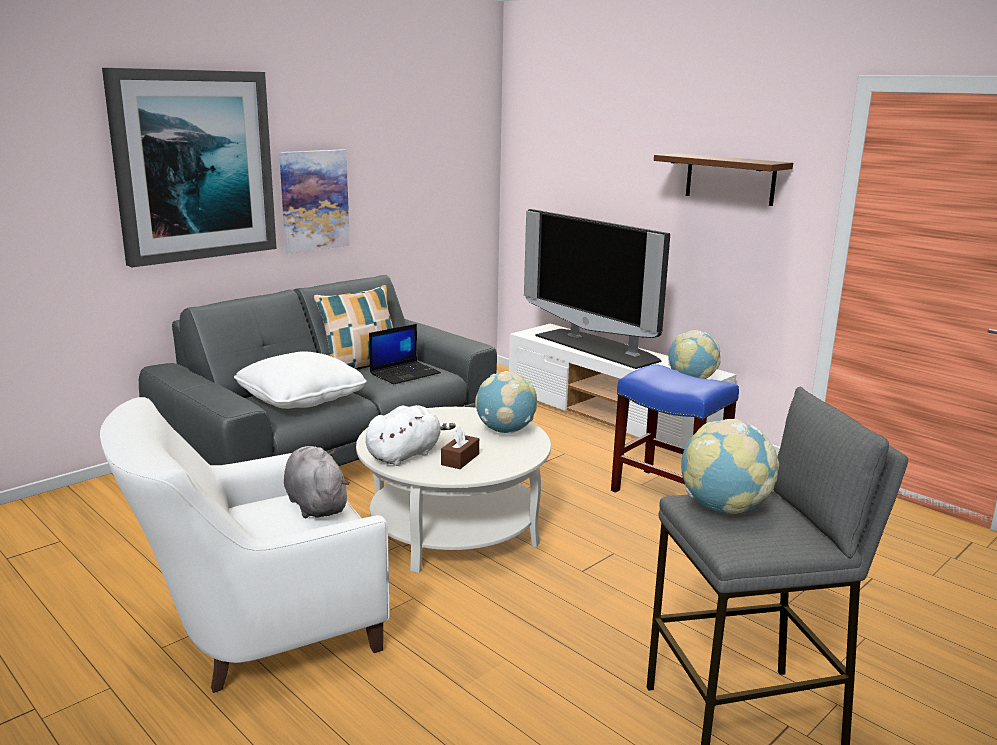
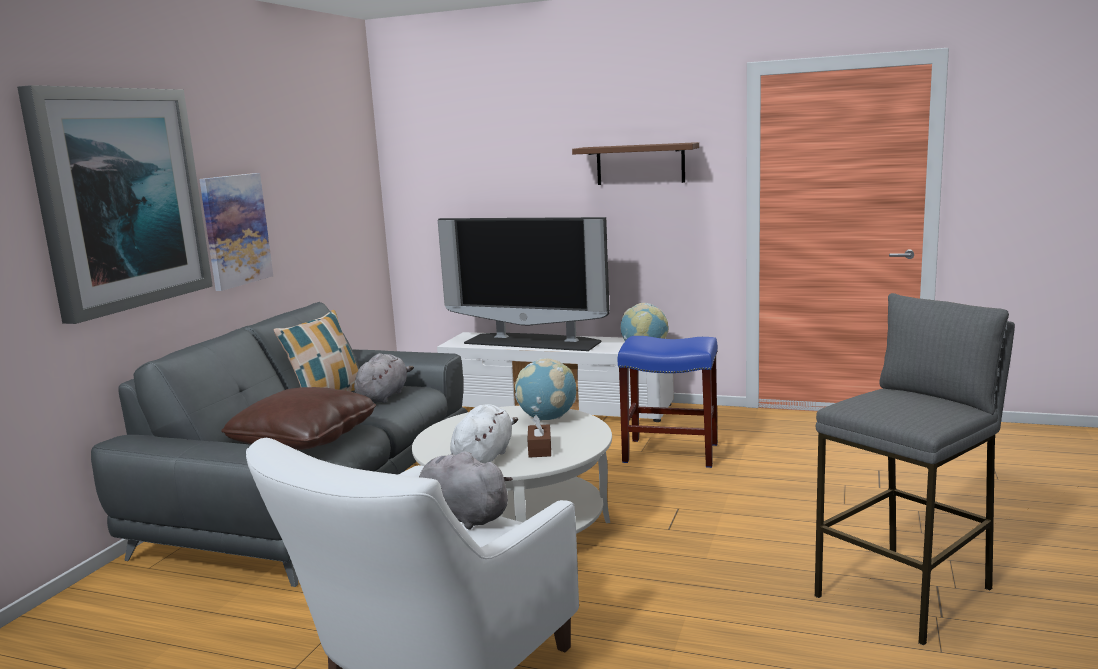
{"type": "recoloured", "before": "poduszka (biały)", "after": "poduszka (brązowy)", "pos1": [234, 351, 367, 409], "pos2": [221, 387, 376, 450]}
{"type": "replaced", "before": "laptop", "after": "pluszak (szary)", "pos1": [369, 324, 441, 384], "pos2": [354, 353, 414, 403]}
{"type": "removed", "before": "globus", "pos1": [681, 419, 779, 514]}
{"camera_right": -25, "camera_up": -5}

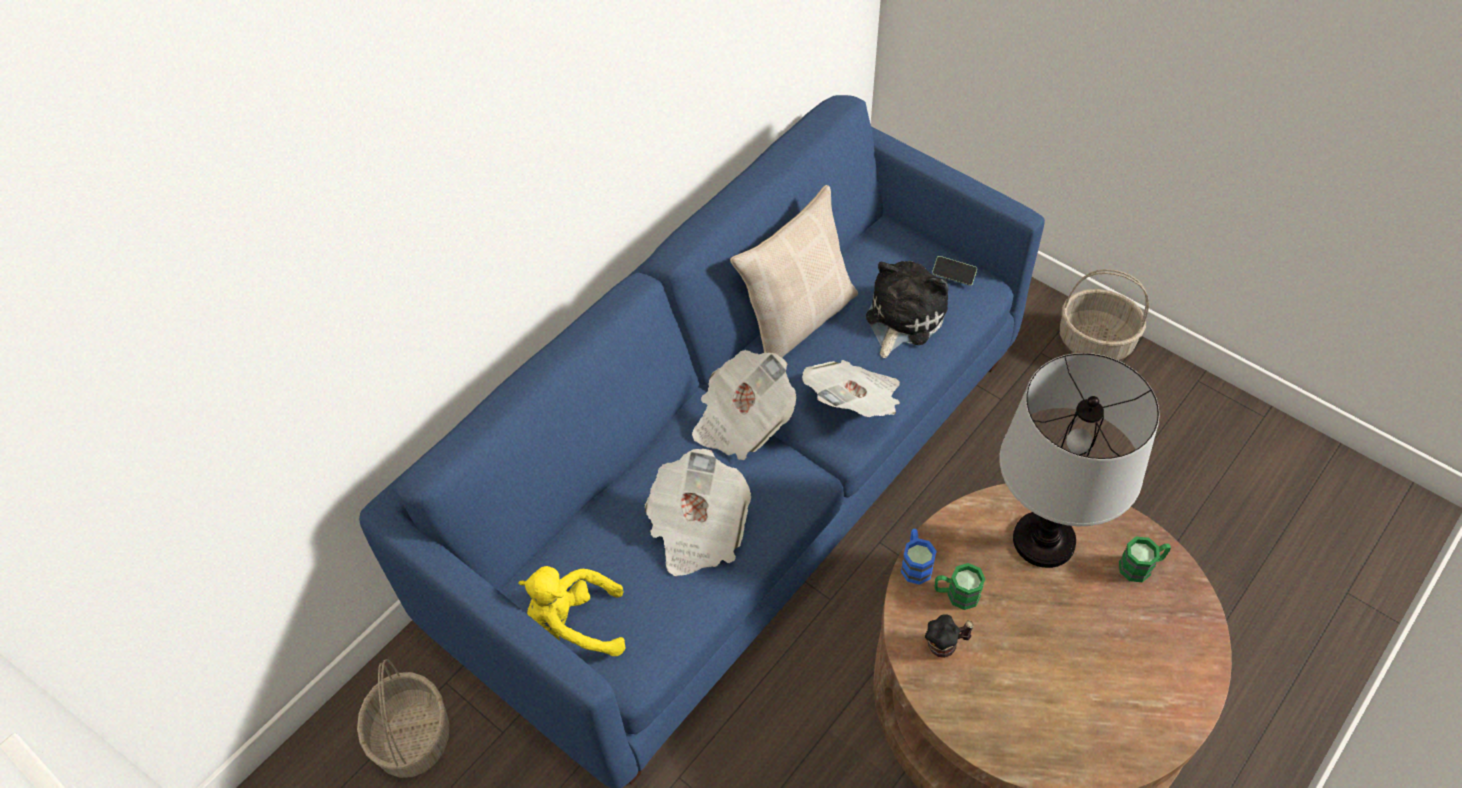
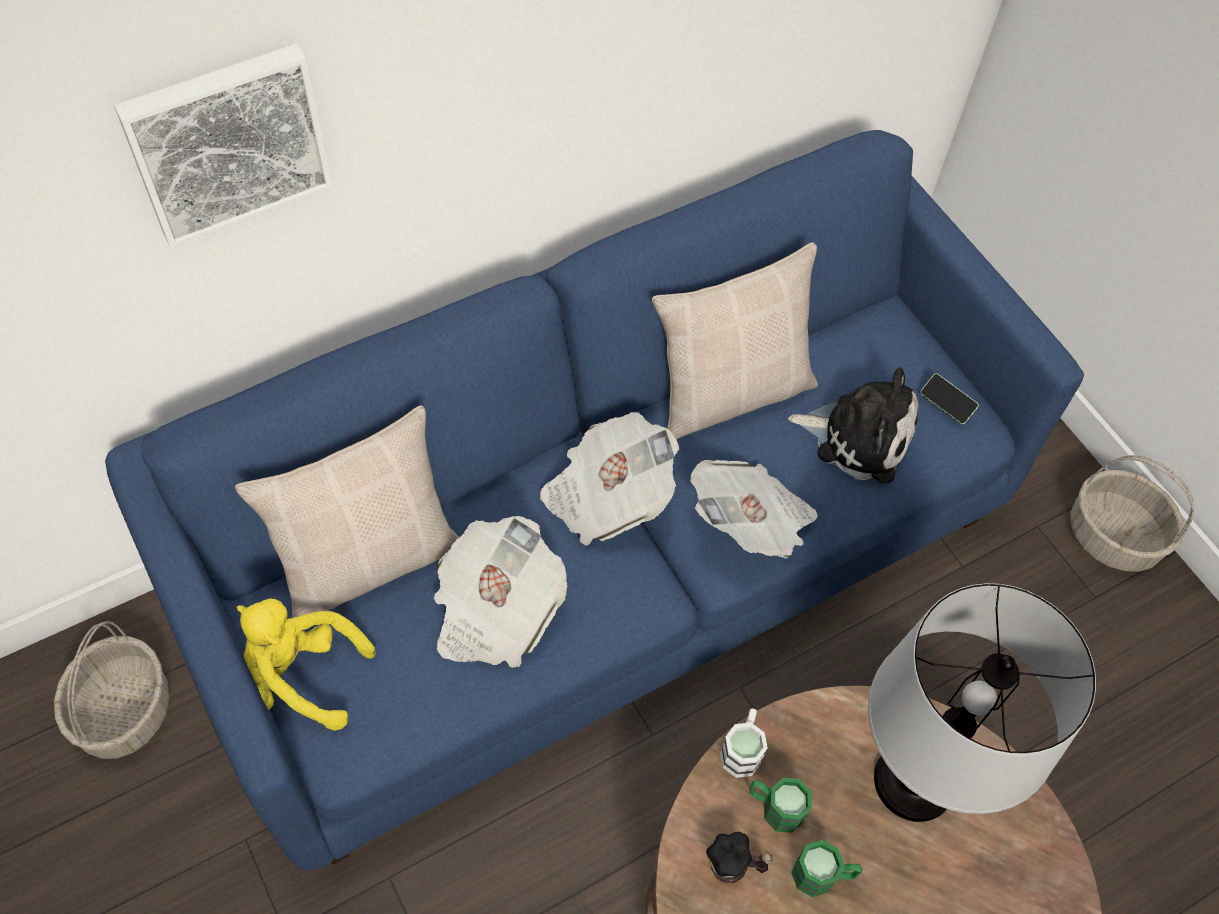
{"type": "added", "after": "obraz", "pos2": [114, 44, 333, 249]}
{"type": "added", "after": "poduszka (beżowy)", "pos2": [235, 405, 460, 618]}
{"type": "recoloured", "before": "kubek (niebieski)", "after": "kubek (biały)", "pos1": [901, 529, 937, 585], "pos2": [720, 708, 768, 778]}
{"type": "turned", "before": "pluszak", "pos1": [866, 261, 949, 358], "pos2": [788, 367, 918, 484], "turn": 60}
{"type": "moved", "before": "kubek (zielony)", "pos1": [1119, 537, 1171, 582], "pos2": [791, 840, 862, 897]}
{"camera_right": 15, "camera_up": 5}

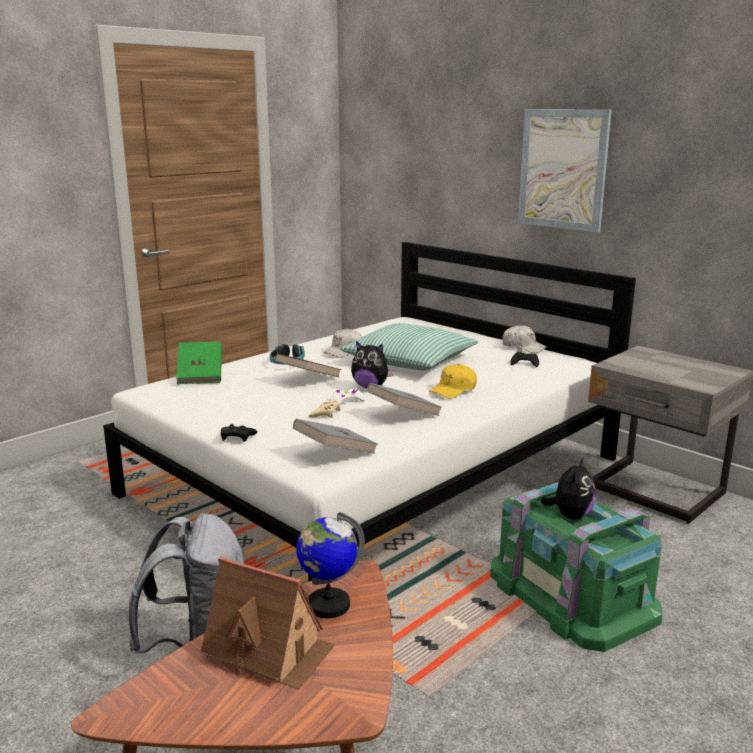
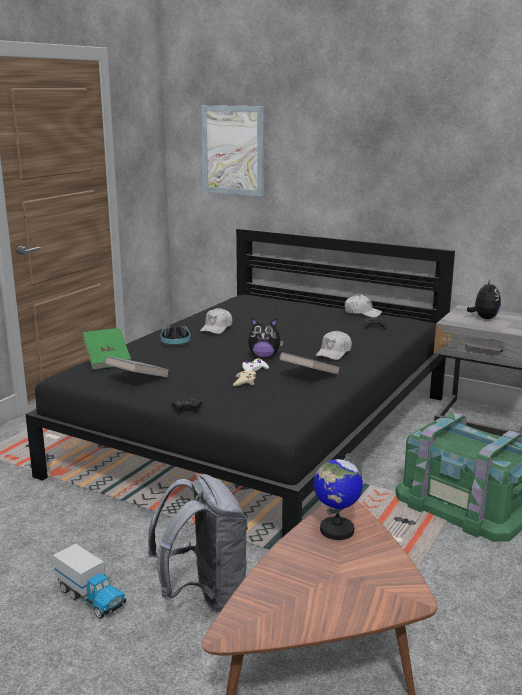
{"type": "recoloured", "before": "łóżko (biały)", "after": "łóżko (czarny)", "pos1": [103, 242, 636, 582], "pos2": [25, 228, 455, 538]}
{"type": "added", "after": "ciężarówka zabawkowa", "pos2": [53, 544, 126, 619]}
{"type": "moved", "before": "książka (szary)", "pos1": [293, 419, 378, 454], "pos2": [105, 356, 169, 378]}
{"type": "moved", "before": "obraz", "pos1": [518, 109, 612, 232], "pos2": [201, 105, 264, 196]}
{"type": "recoloured", "before": "czapka z daszkiem (żółty)", "after": "czapka z daszkiem (biały)", "pos1": [429, 364, 477, 399], "pos2": [316, 331, 352, 360]}
{"type": "moved", "before": "pluszak", "pos1": [541, 457, 596, 520], "pos2": [467, 280, 501, 319]}
{"type": "removed", "before": "domek", "pos1": [201, 557, 335, 690]}
{"type": "removed", "before": "książka (brązowy)", "pos1": [275, 353, 341, 377]}
{"type": "removed", "before": "poduszka", "pos1": [340, 323, 478, 370]}
{"camera_right": -15, "camera_up": 0}

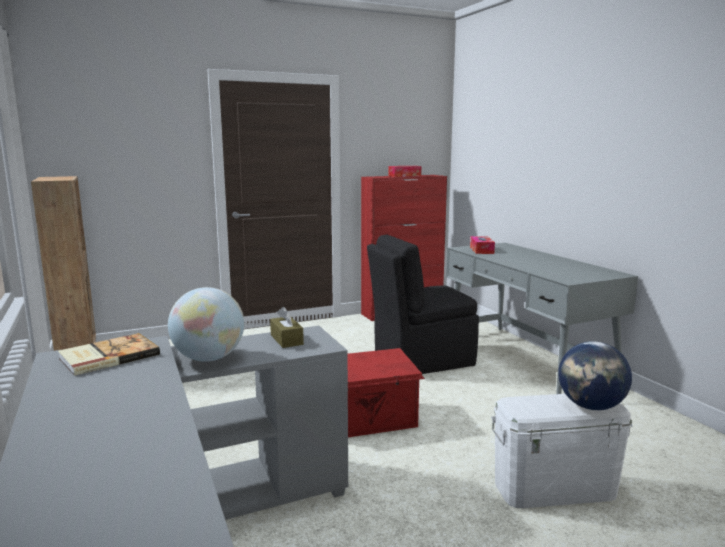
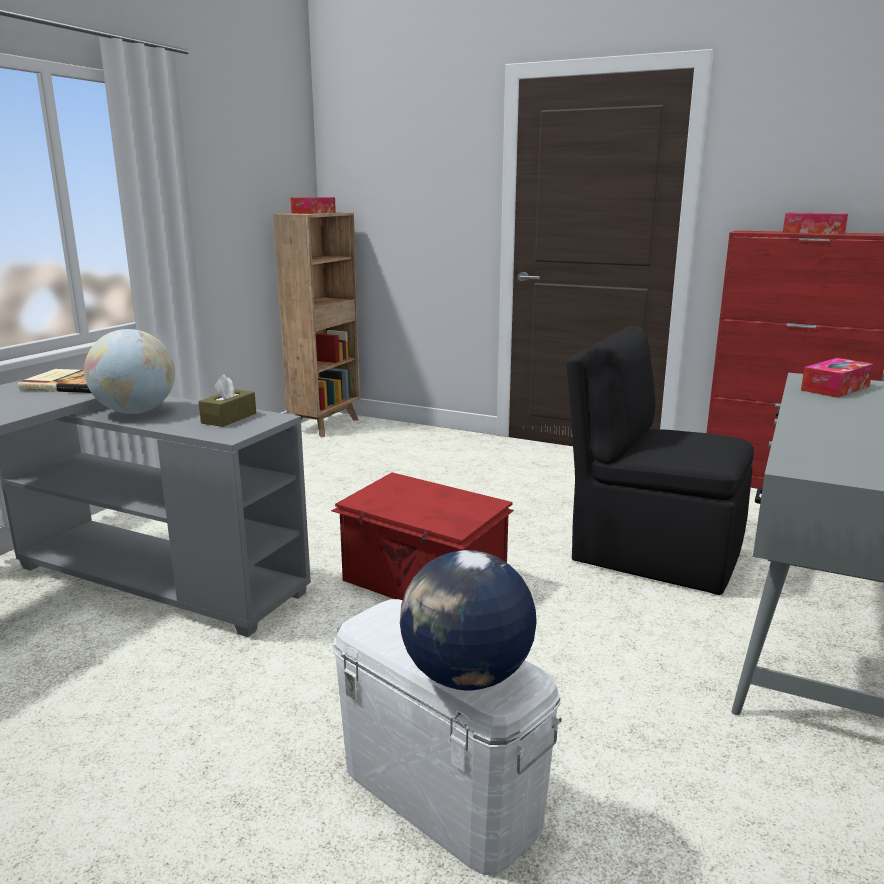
{"type": "added", "after": "pudełko chusteczek", "pos2": [290, 197, 336, 214]}
{"camera_right": 50, "camera_up": 5}

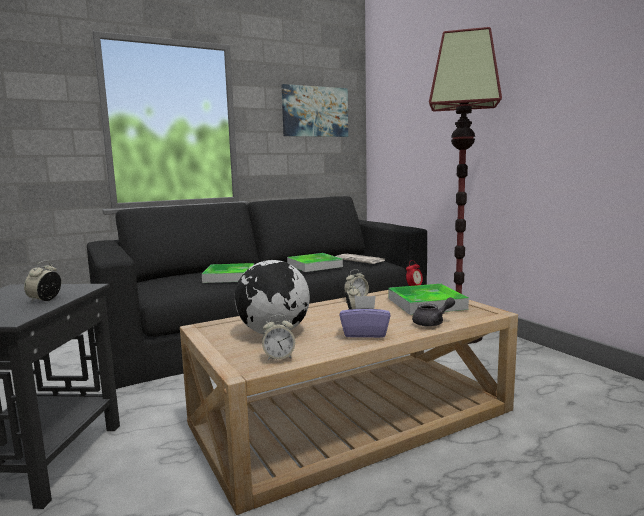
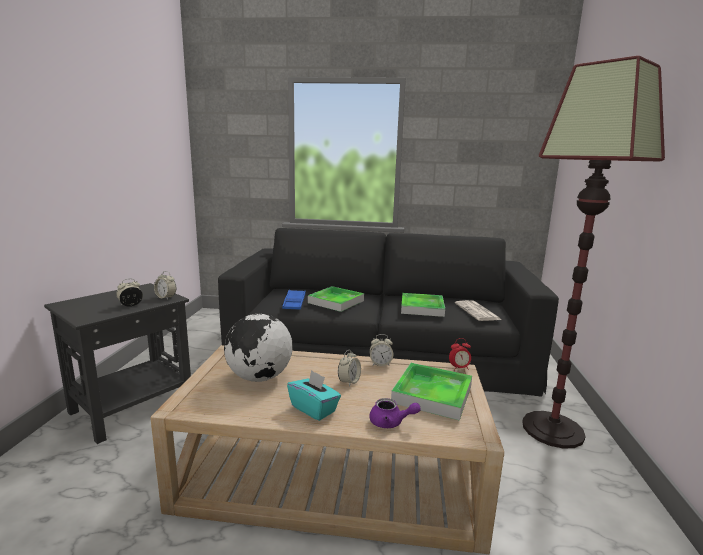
{"type": "moved", "before": "budzik", "pos1": [262, 315, 295, 360], "pos2": [154, 271, 176, 299]}
{"type": "added", "after": "taca (niebieski)", "pos2": [282, 290, 306, 310]}
{"type": "recoloured", "before": "pudełko chusteczek (fioletowy)", "after": "pudełko chusteczek (turkusowy)", "pos1": [339, 296, 391, 338], "pos2": [287, 370, 341, 421]}
{"type": "recoloured", "before": "imbryk (szary)", "after": "imbryk (fioletowy)", "pos1": [412, 297, 455, 327], "pos2": [369, 398, 421, 428]}
{"type": "removed", "before": "obraz", "pos1": [282, 84, 348, 137]}
{"camera_right": 35, "camera_up": 5}

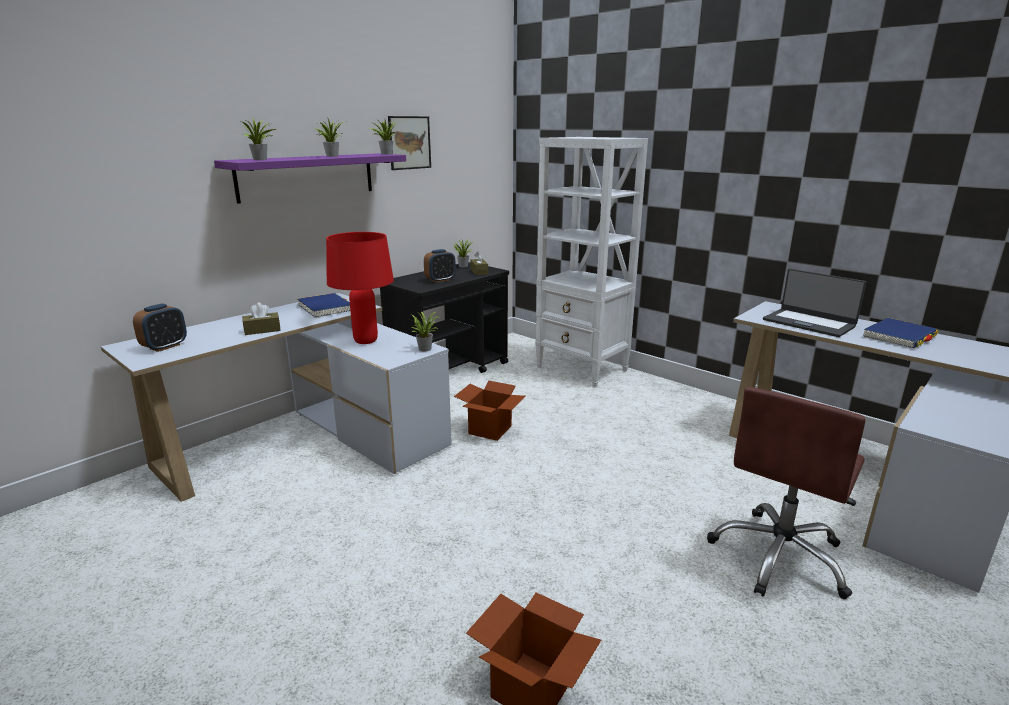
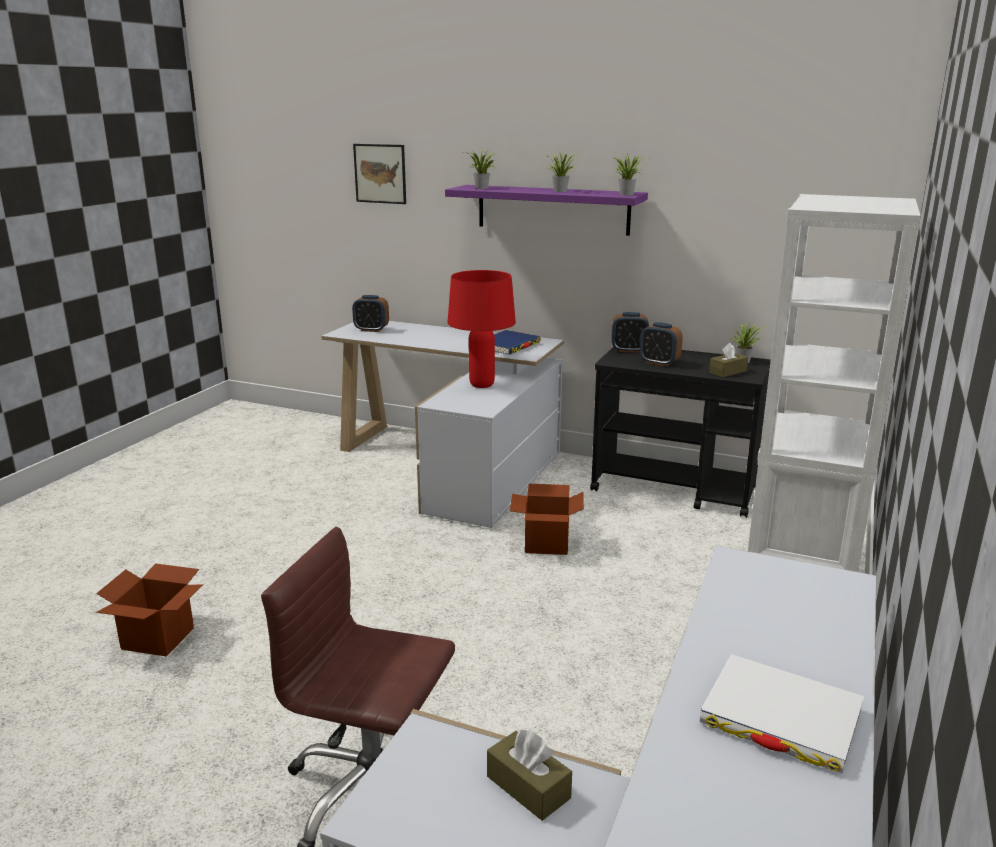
{"type": "moved", "before": "obraz", "pos1": [388, 116, 431, 170], "pos2": [353, 144, 406, 204]}
{"type": "moved", "before": "pudełko chusteczek (brązowy)", "pos1": [242, 303, 281, 335], "pos2": [487, 729, 572, 821]}
{"type": "added", "after": "budzik", "pos2": [612, 312, 649, 353]}
{"type": "recoloured", "before": "książka (niebieski)", "after": "książka (biały)", "pos1": [863, 318, 938, 348], "pos2": [700, 654, 864, 773]}
{"type": "removed", "before": "roślina doniczkowa", "pos1": [411, 311, 439, 351]}
{"type": "removed", "before": "laptop", "pos1": [763, 269, 866, 337]}
{"camera_right": 70, "camera_up": 0}

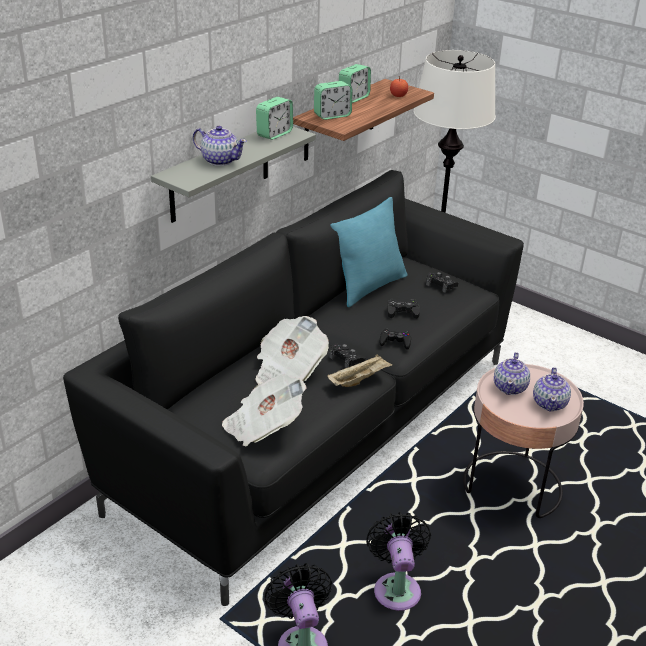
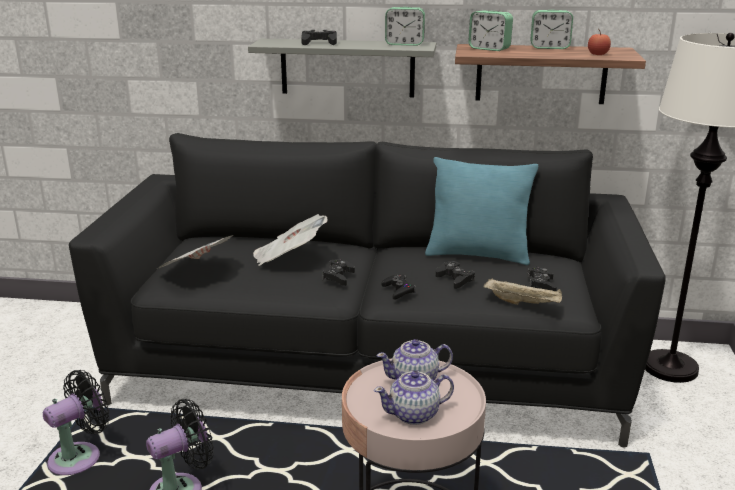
{"type": "replaced", "before": "imbryk", "after": "pad do gier (czarny)", "pos1": [193, 126, 247, 166], "pos2": [301, 29, 337, 45]}
{"type": "moved", "before": "taca (beżowy)", "pos1": [328, 354, 393, 387], "pos2": [484, 278, 562, 305]}
{"camera_right": 60, "camera_up": -10}

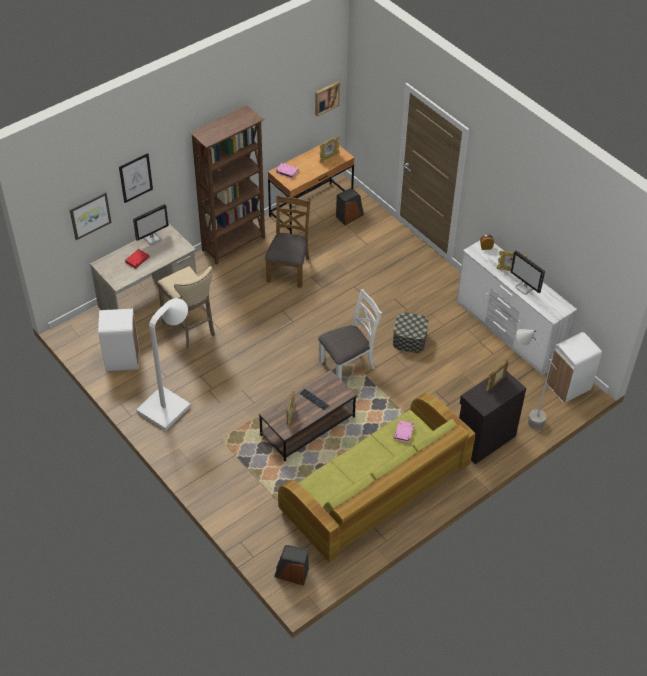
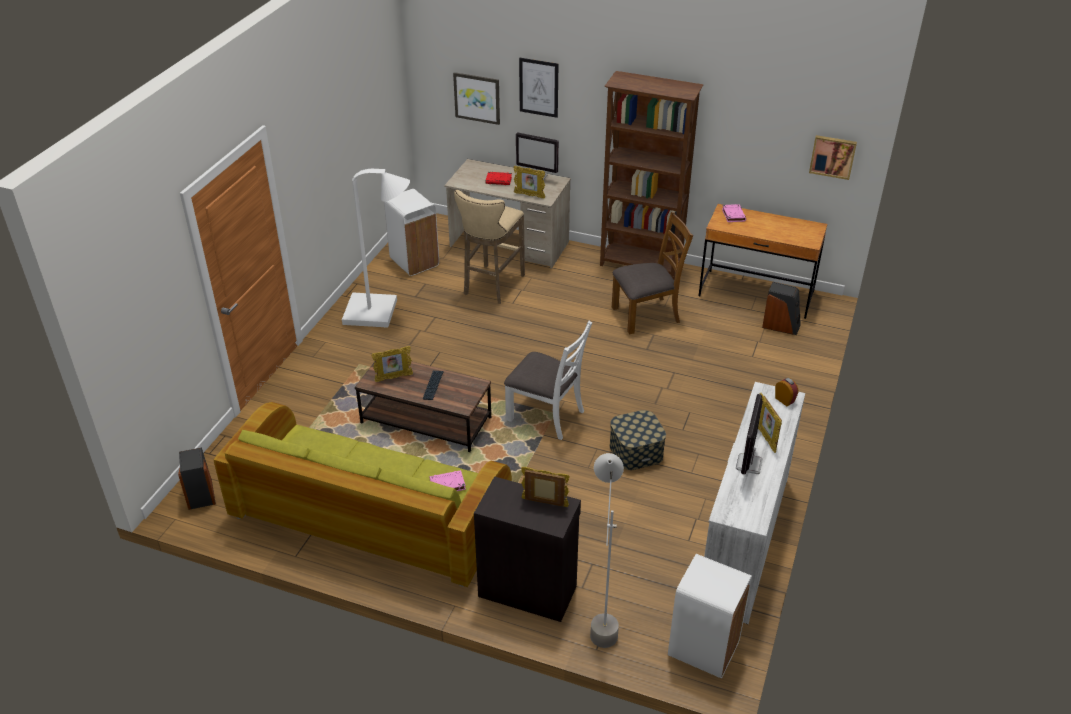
{"type": "moved", "before": "ramka na zdjęcie", "pos1": [319, 136, 340, 163], "pos2": [513, 166, 545, 198]}
{"camera_right": 60, "camera_up": -10}

